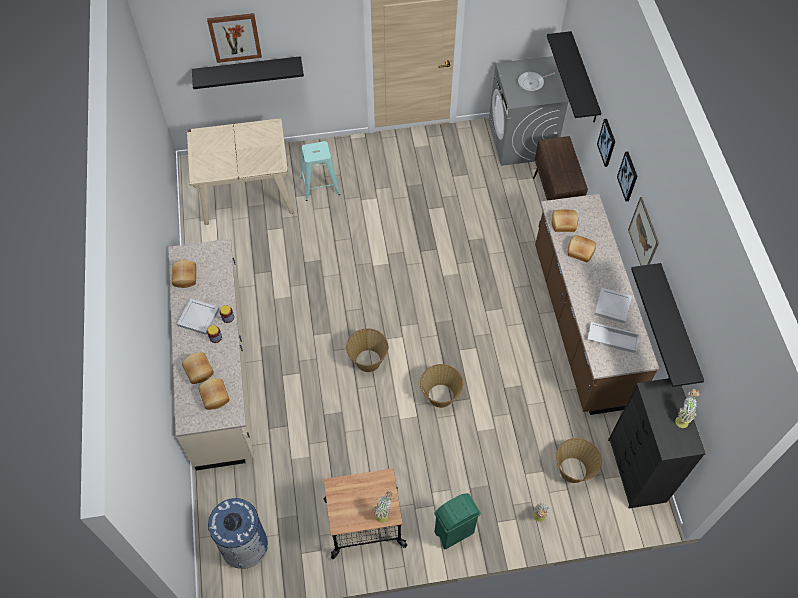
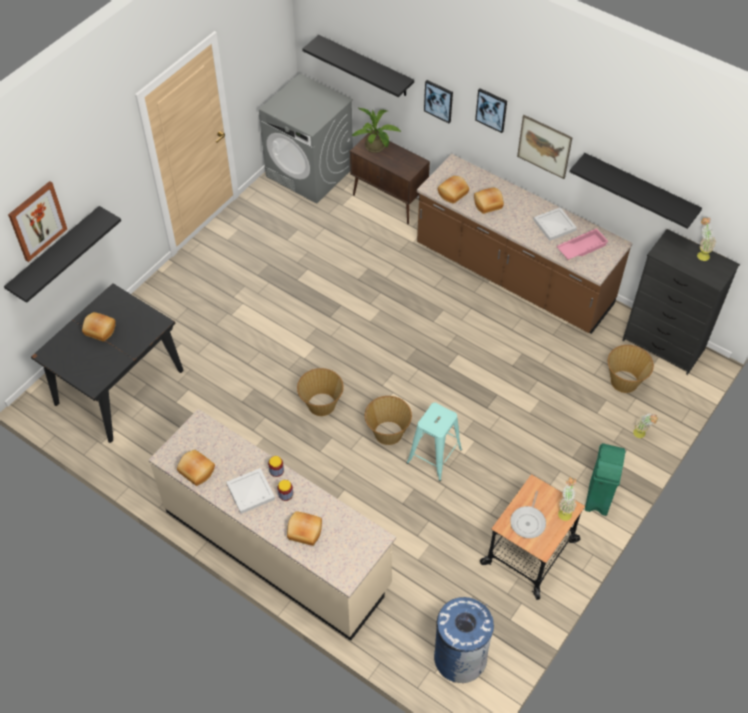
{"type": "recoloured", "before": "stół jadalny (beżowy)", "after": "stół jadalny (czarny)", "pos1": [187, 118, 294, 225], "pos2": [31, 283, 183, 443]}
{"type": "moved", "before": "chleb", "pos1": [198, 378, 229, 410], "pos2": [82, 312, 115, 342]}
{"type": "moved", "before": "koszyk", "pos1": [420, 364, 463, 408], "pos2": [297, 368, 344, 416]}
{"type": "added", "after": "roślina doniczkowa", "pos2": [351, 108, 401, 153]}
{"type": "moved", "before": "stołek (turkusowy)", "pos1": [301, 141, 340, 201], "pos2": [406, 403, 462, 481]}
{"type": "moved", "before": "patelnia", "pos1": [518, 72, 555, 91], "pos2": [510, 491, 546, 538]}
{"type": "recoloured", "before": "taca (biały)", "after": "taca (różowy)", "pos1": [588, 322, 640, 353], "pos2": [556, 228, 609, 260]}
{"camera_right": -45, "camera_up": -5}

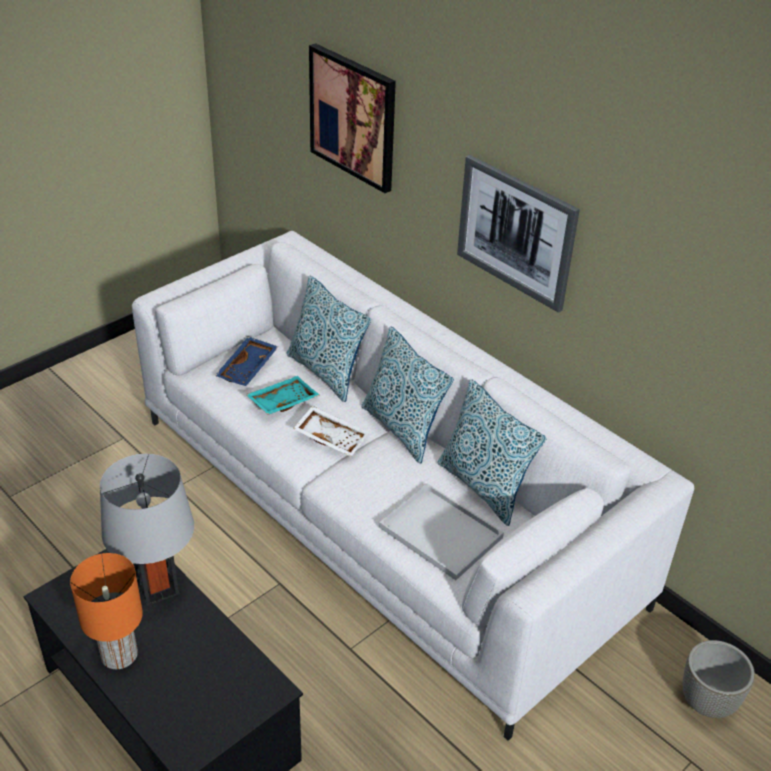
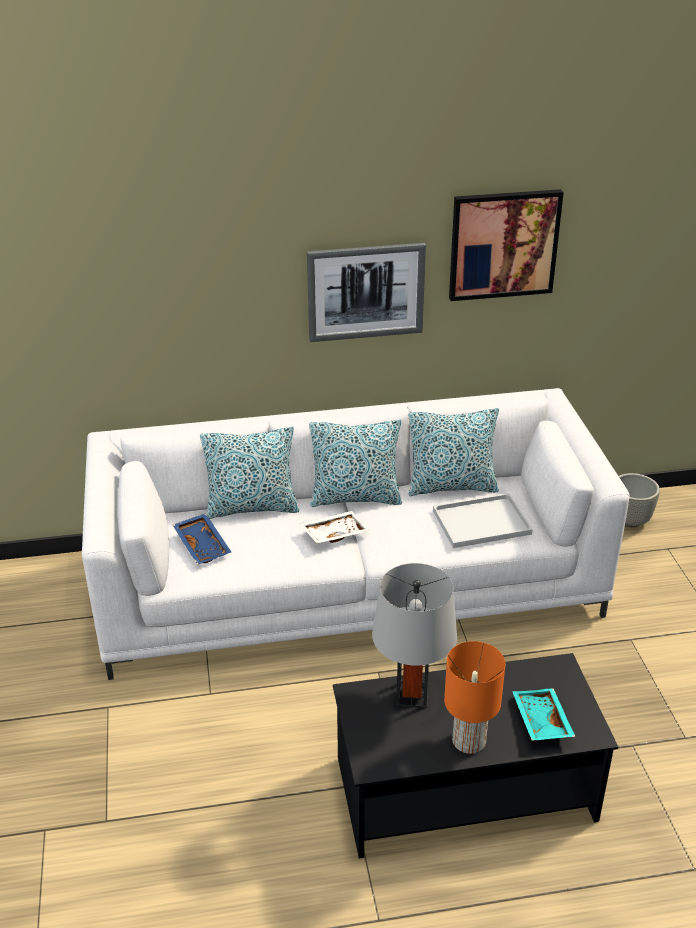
{"type": "moved", "before": "obraz", "pos1": [309, 43, 396, 193], "pos2": [449, 189, 564, 301]}
{"type": "moved", "before": "taca (turkusowy)", "pos1": [246, 376, 320, 415], "pos2": [512, 688, 576, 741]}
{"camera_right": -55, "camera_up": -5}

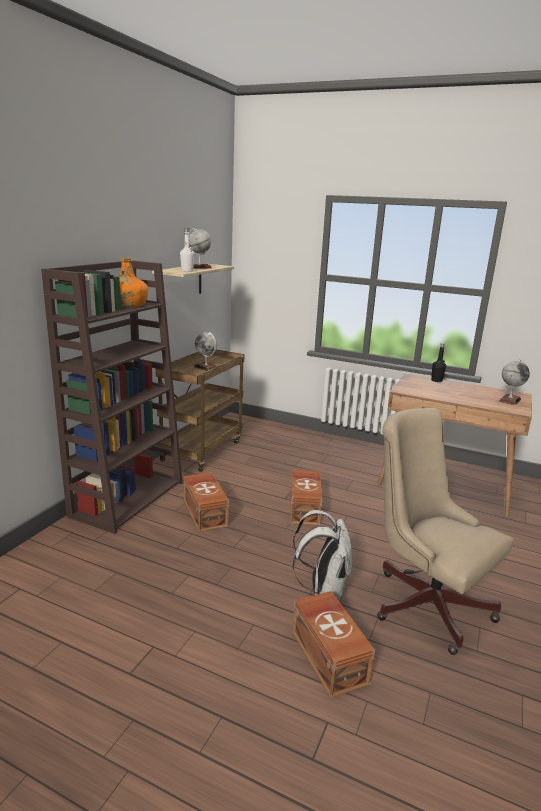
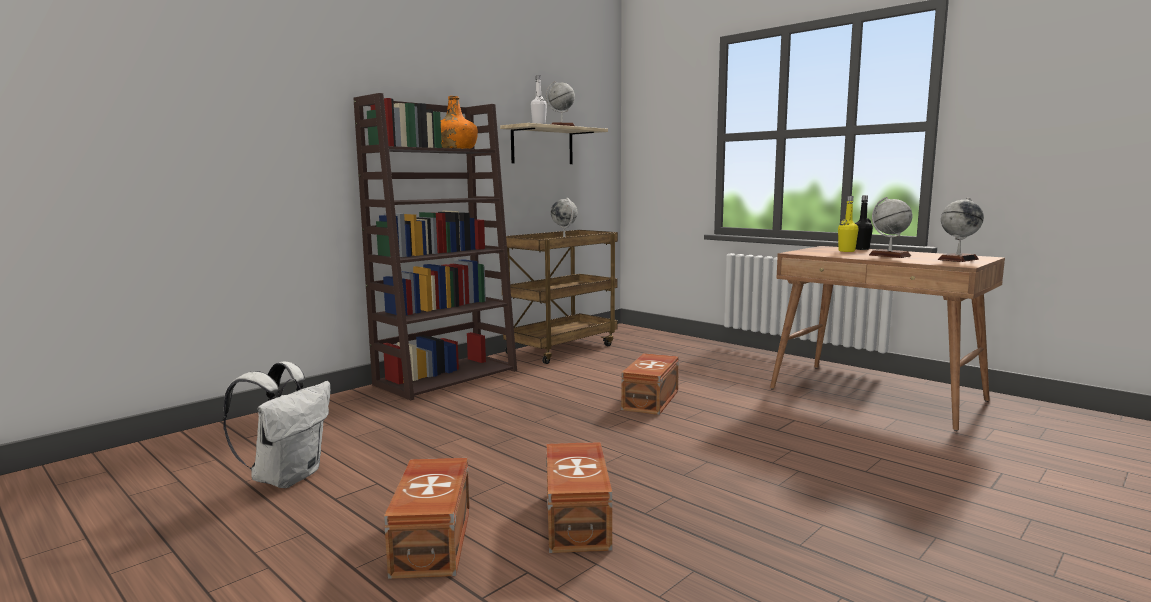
{"type": "moved", "before": "plecak (biały)", "pos1": [293, 510, 352, 601], "pos2": [223, 362, 330, 488]}
{"type": "moved", "before": "pojemnik do przechowywania (brązowy)", "pos1": [184, 472, 229, 532], "pos2": [384, 458, 470, 579]}
{"type": "added", "after": "butelka (żółty)", "pos2": [838, 196, 859, 252]}
{"type": "added", "after": "globus", "pos2": [869, 197, 912, 258]}
{"type": "removed", "before": "krzesło biurowe (beżowy)", "pos1": [377, 408, 514, 655]}
{"camera_right": 20, "camera_up": -10}

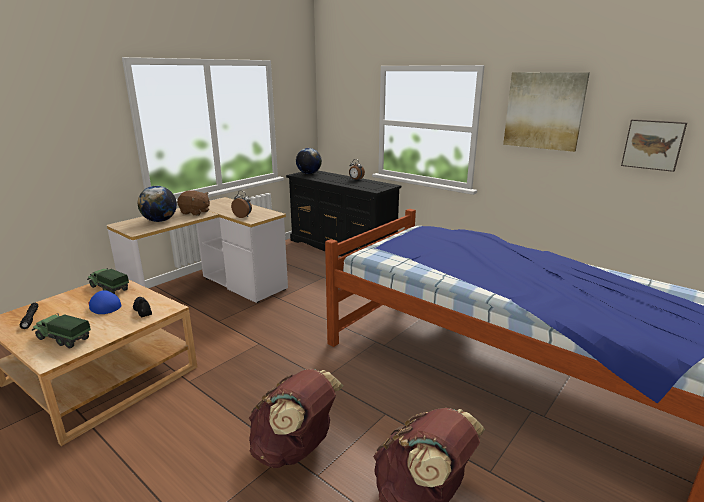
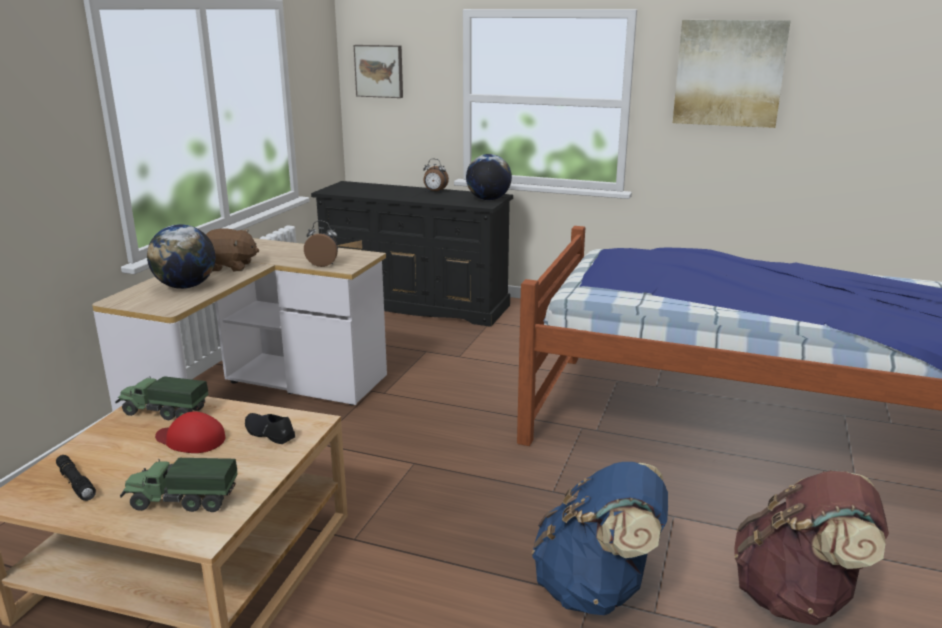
{"type": "recoloured", "before": "czapka z daszkiem (niebieski)", "after": "czapka z daszkiem (czerwony)", "pos1": [88, 290, 121, 314], "pos2": [155, 411, 225, 453]}
{"type": "moved", "before": "obraz", "pos1": [621, 119, 687, 172], "pos2": [354, 45, 403, 98]}
{"type": "moved", "before": "globus", "pos1": [296, 148, 322, 174], "pos2": [466, 154, 512, 200]}
{"type": "recoloured", "before": "plecak (brązowy)", "after": "plecak (niebieski)", "pos1": [249, 369, 344, 468], "pos2": [532, 462, 668, 615]}
{"camera_right": -20, "camera_up": 0}

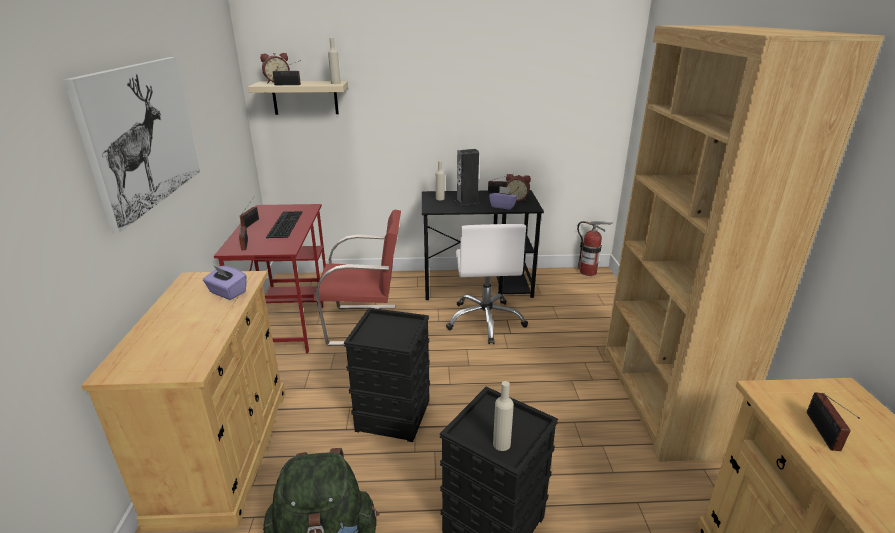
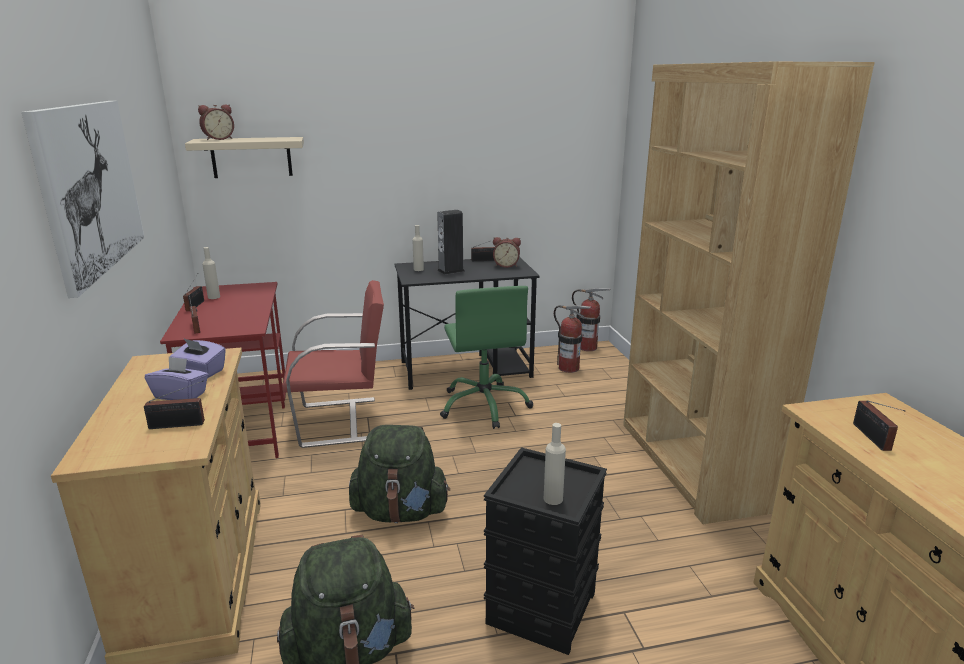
{"type": "moved", "before": "radio", "pos1": [273, 60, 301, 85], "pos2": [144, 381, 205, 429]}
{"type": "moved", "before": "pudełko chusteczek (fioletowy)", "pos1": [489, 186, 517, 210], "pos2": [145, 356, 208, 400]}
{"type": "moved", "before": "butelka (beżowy)", "pos1": [328, 38, 341, 84], "pos2": [202, 247, 220, 299]}
{"type": "replaced", "before": "pojemnik do przechowywania (czarny)", "after": "plecak (zielony)", "pos1": [344, 308, 430, 442], "pos2": [349, 425, 450, 523]}
{"type": "recoloured", "before": "krzesło biurowe (biały)", "after": "krzesło biurowe (zielony)", "pos1": [446, 224, 528, 344], "pos2": [440, 286, 533, 429]}
{"type": "added", "after": "gaśnica", "pos2": [554, 305, 591, 373]}
{"type": "removed", "before": "klawiatura", "pos1": [266, 211, 303, 238]}
{"camera_right": -10, "camera_up": -5}

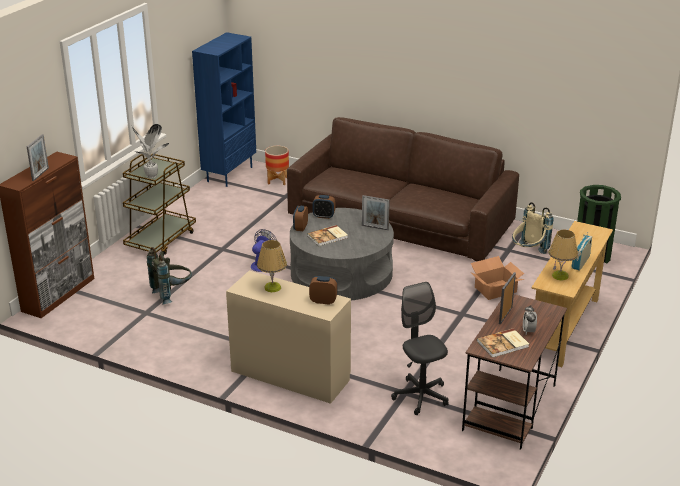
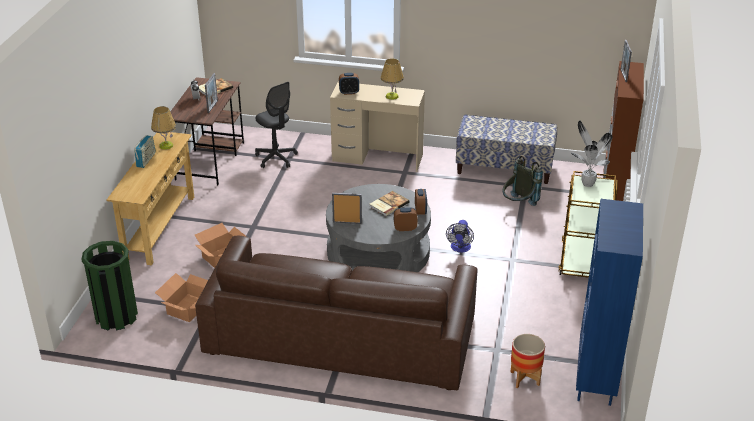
{"type": "replaced", "before": "plecak (beżowy)", "after": "karton", "pos1": [512, 202, 553, 254], "pos2": [155, 273, 208, 322]}
{"type": "added", "after": "ławka", "pos2": [456, 115, 557, 184]}
{"camera_right": 165, "camera_up": 5}

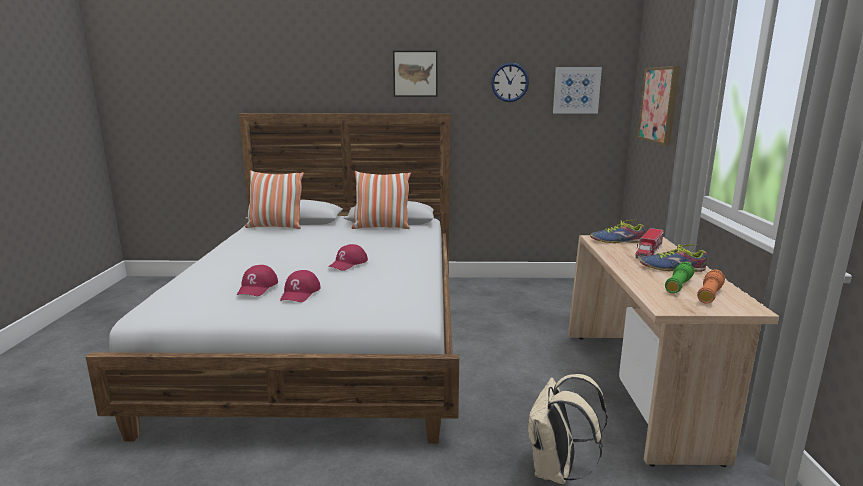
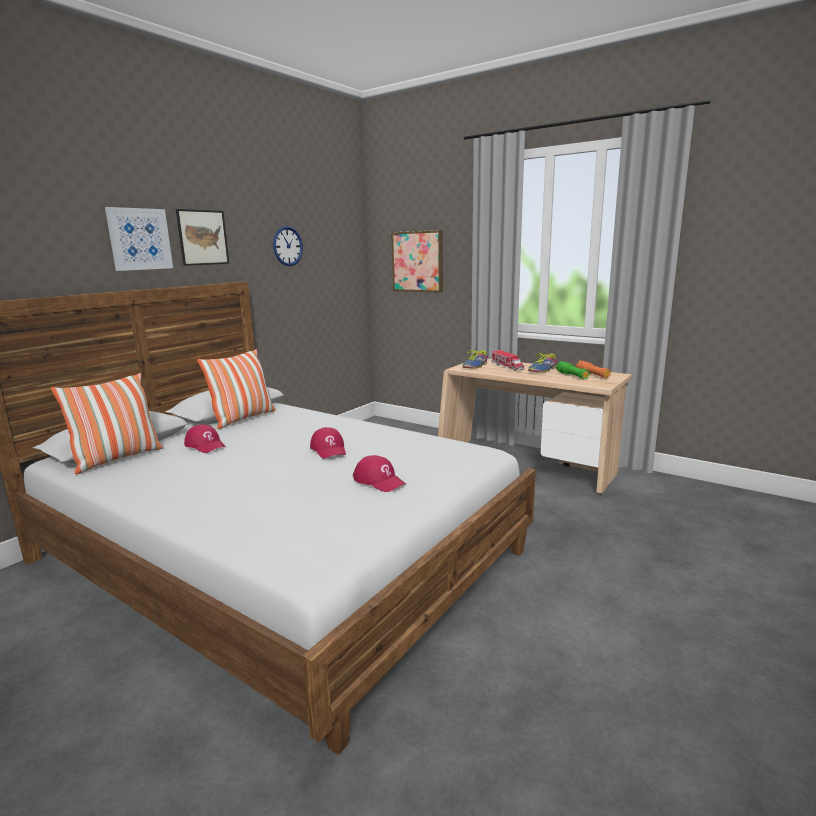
{"type": "moved", "before": "obraz", "pos1": [553, 67, 602, 114], "pos2": [105, 207, 173, 271]}
{"type": "moved", "before": "czapka z daszkiem (czerwony)", "pos1": [237, 265, 278, 296], "pos2": [184, 425, 226, 453]}
{"type": "removed", "before": "plecak (beżowy)", "pos1": [527, 374, 608, 484]}
{"camera_right": -55, "camera_up": 0}

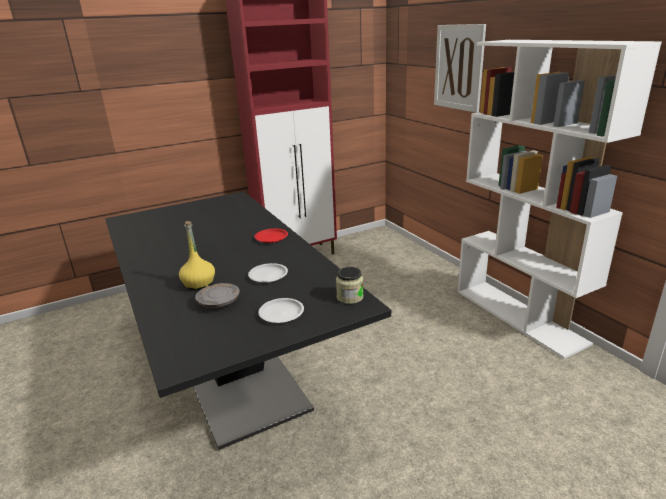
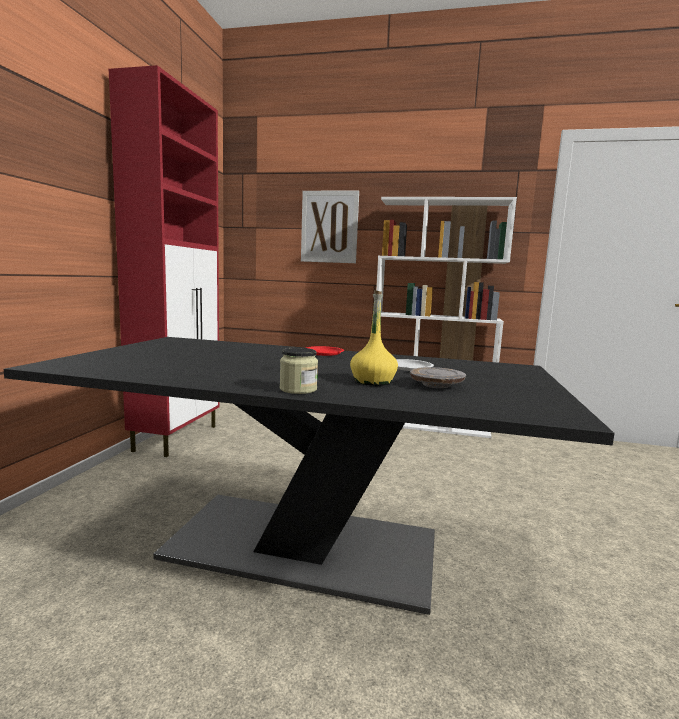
{"type": "moved", "before": "słoik", "pos1": [336, 267, 364, 304], "pos2": [280, 348, 318, 394]}
{"type": "removed", "before": "talerz (biały)", "pos1": [258, 298, 304, 323]}
{"camera_right": -50, "camera_up": -15}

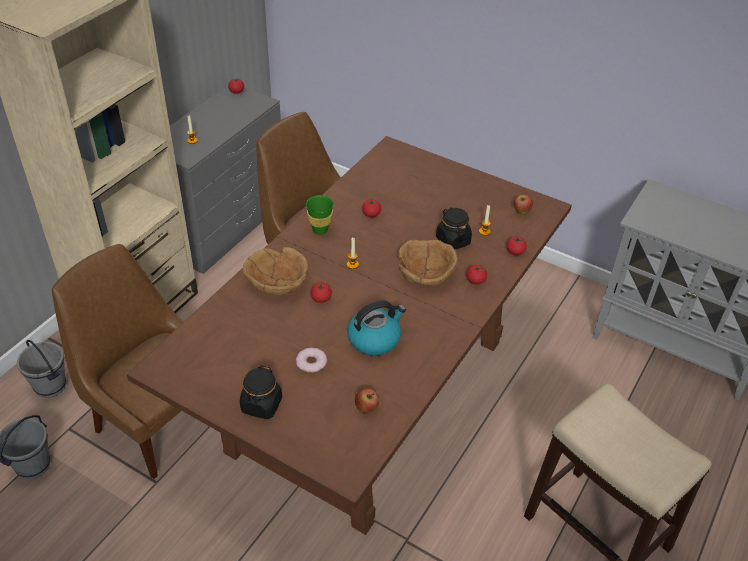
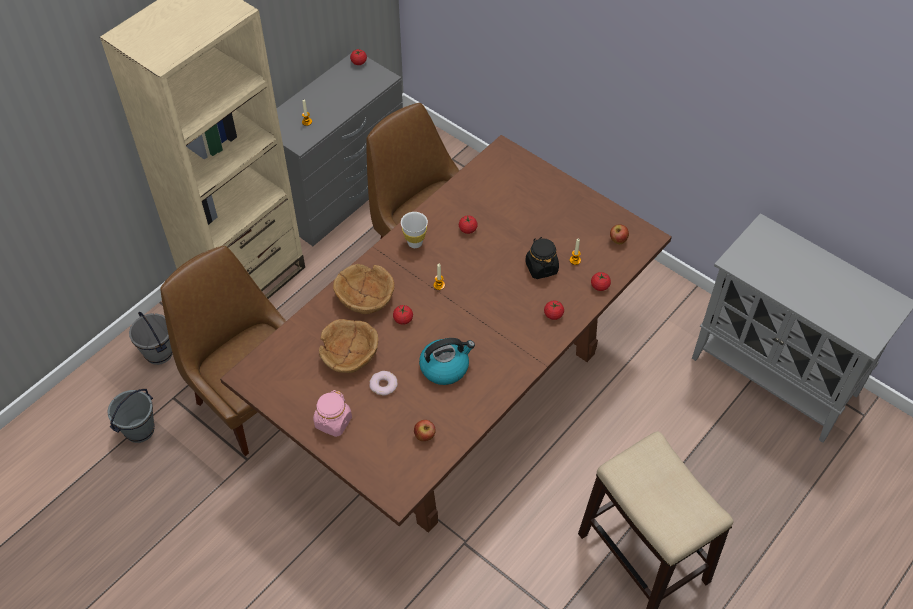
{"type": "recoloured", "before": "słoik (czarny)", "after": "słoik (różowy)", "pos1": [240, 365, 282, 419], "pos2": [313, 390, 352, 437]}
{"type": "moved", "before": "miska (brązowy)", "pos1": [398, 240, 458, 286], "pos2": [319, 319, 378, 373]}
{"type": "recoloured", "before": "filiżanka (zielony)", "after": "filiżanka (biały)", "pos1": [306, 195, 334, 235], "pos2": [401, 212, 428, 248]}
{"camera_right": 10, "camera_up": 10}

